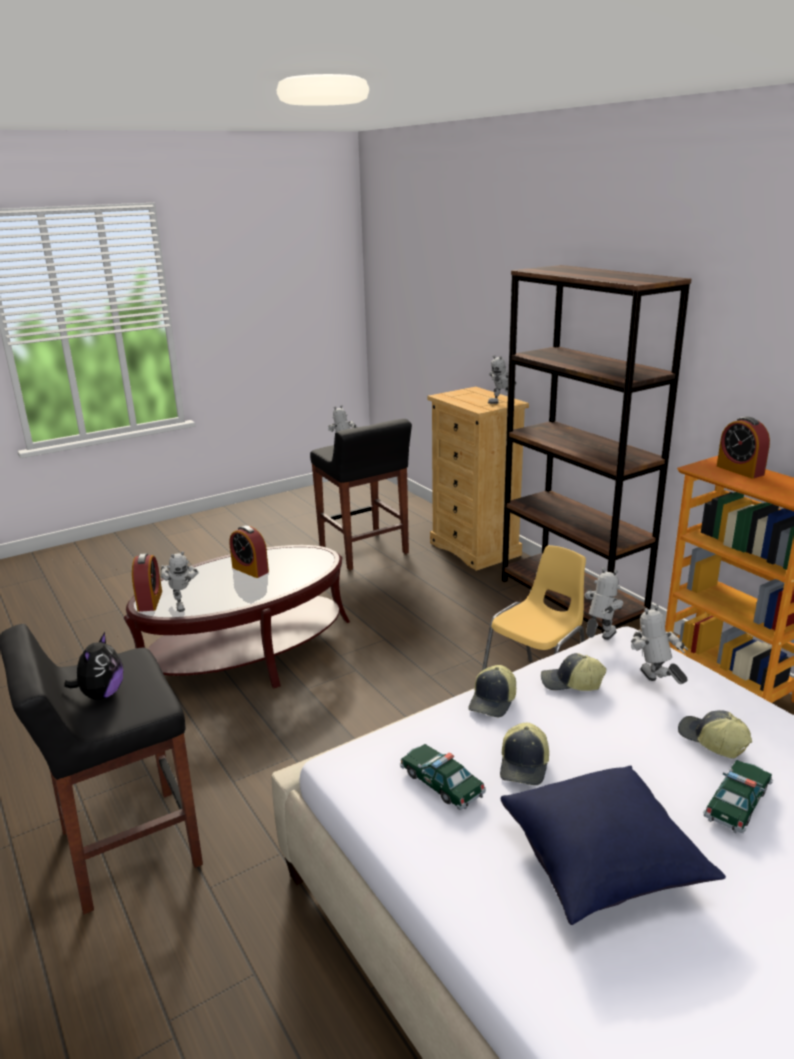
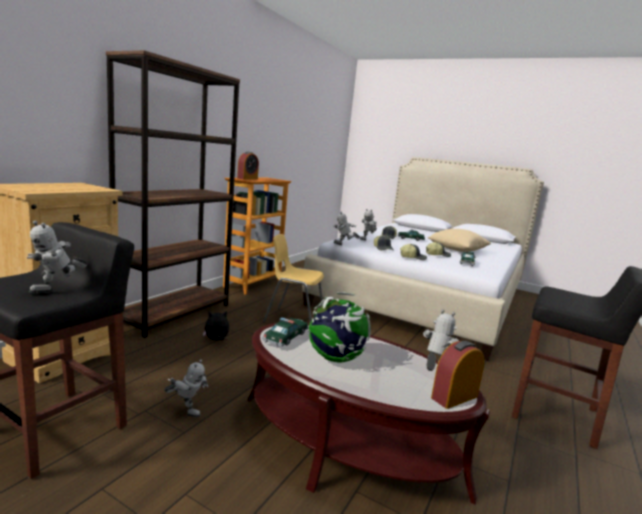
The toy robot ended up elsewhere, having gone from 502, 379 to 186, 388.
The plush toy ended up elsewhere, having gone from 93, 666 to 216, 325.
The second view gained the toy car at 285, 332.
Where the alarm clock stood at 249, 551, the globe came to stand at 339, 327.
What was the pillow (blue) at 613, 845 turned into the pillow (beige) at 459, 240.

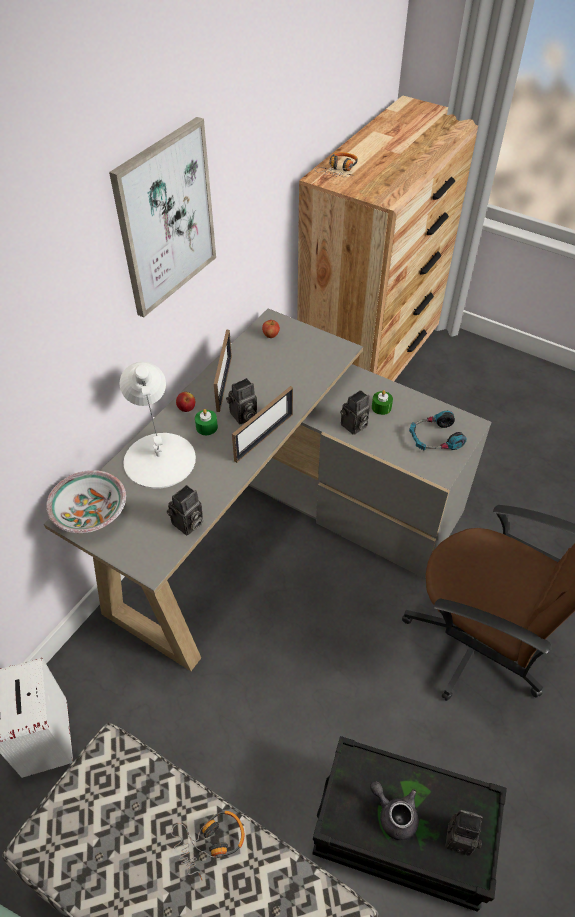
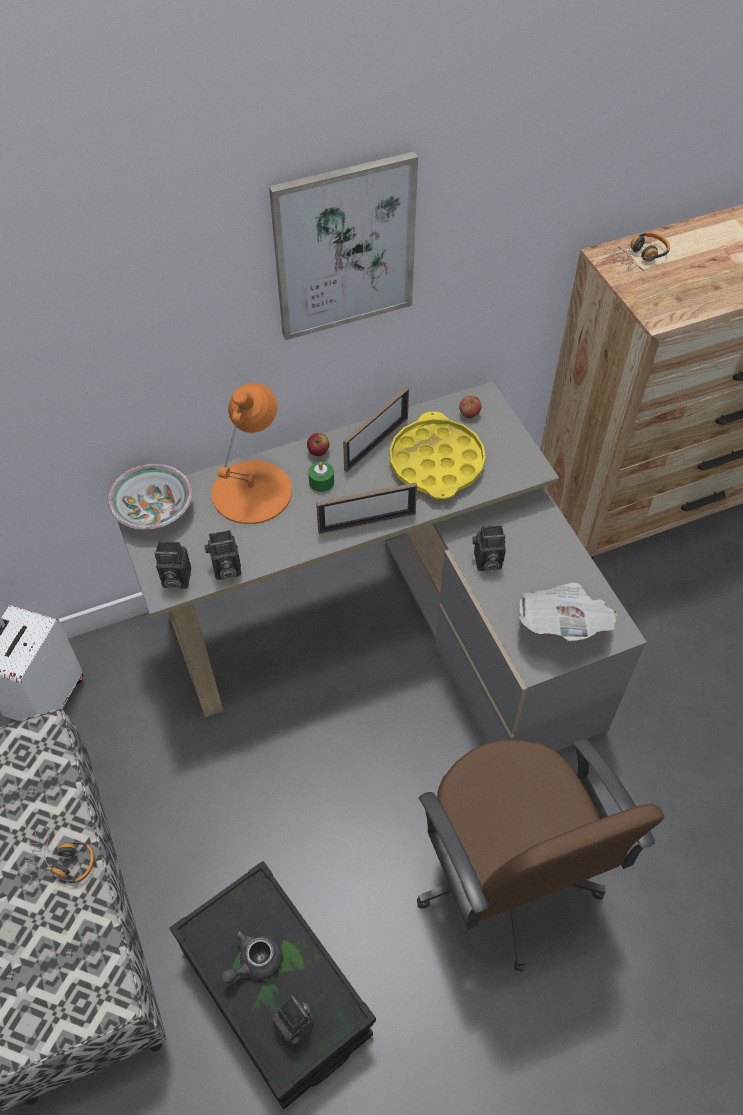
The photo camera ended up elsewhere, having gone from 241, 401 to 172, 565.
What was the table lamp (white) at 158, 425 turned into the table lamp (orange) at 251, 453.
The teapot (grey) at 394, 810 ended up facing another way, 120 degrees counterclockwise from before.
The second view gained the tray (yellow) at 437, 455.
Where the headphones stood at 438, 430, the newspaper came to stand at 568, 611.
The second view lost the candle (green) at 382, 402.

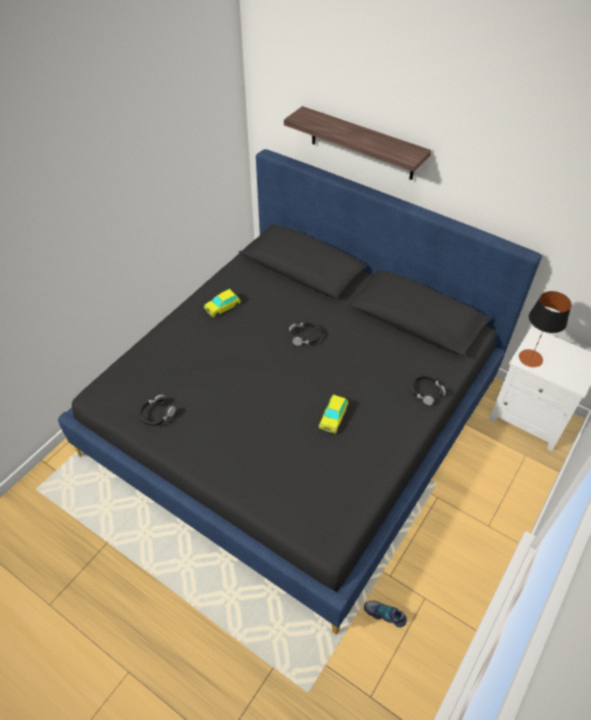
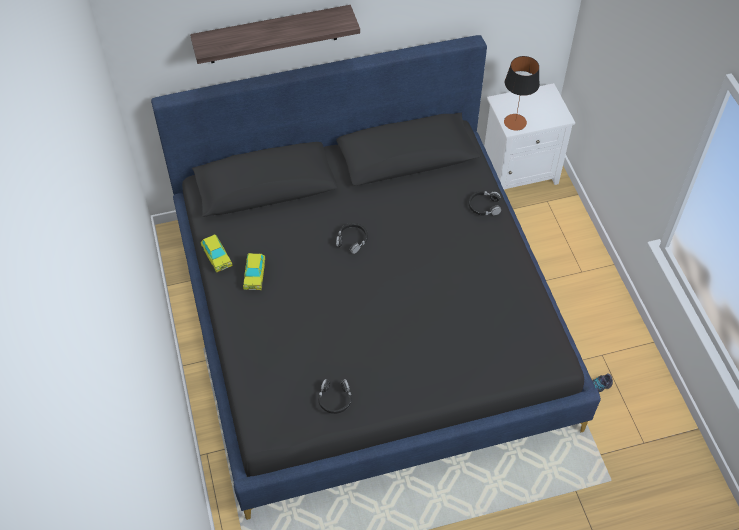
The toy car ended up elsewhere, having gone from 333, 414 to 217, 253.

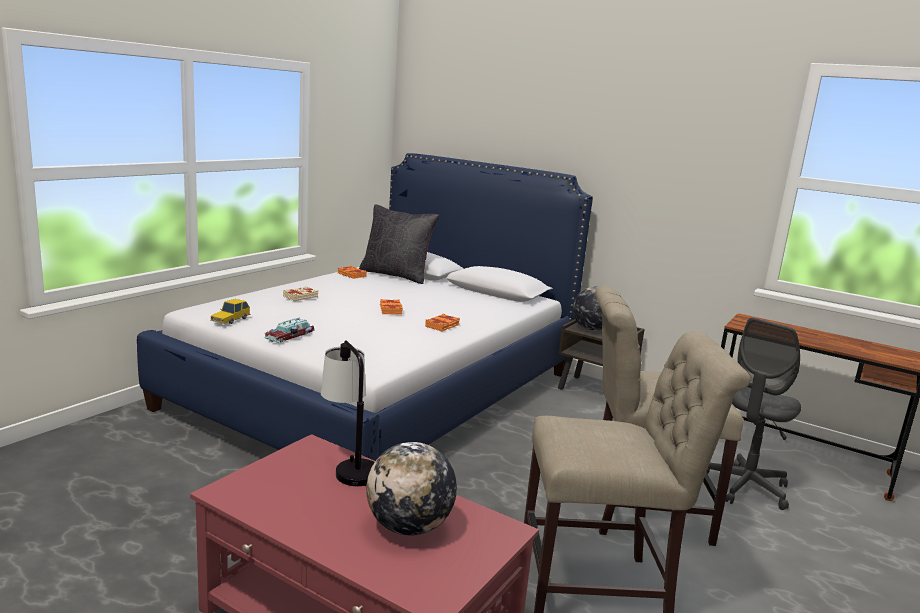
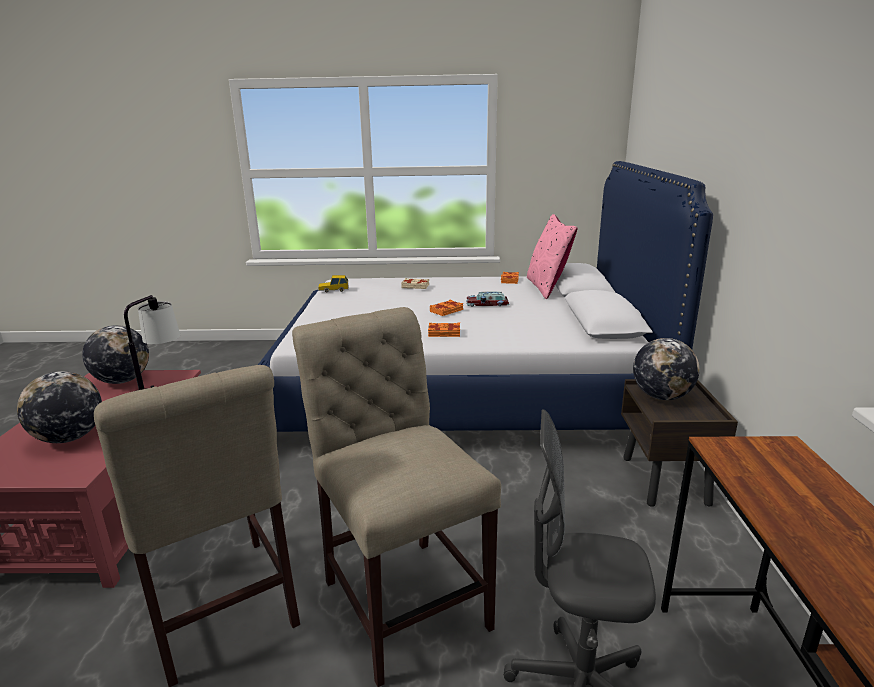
The second view gained the globe at 115, 354.
The toy car ended up elsewhere, having gone from 289, 330 to 488, 299.
What was the pillow (black) at 399, 244 turned into the pillow (pink) at 552, 256.

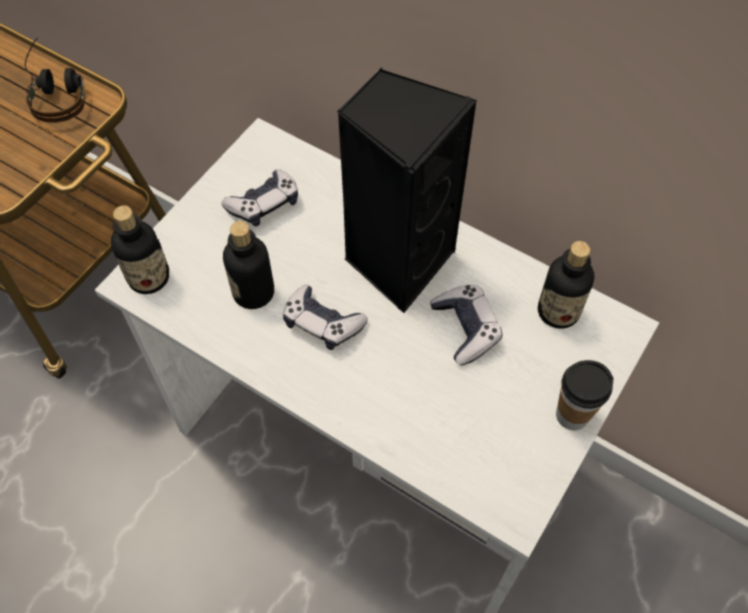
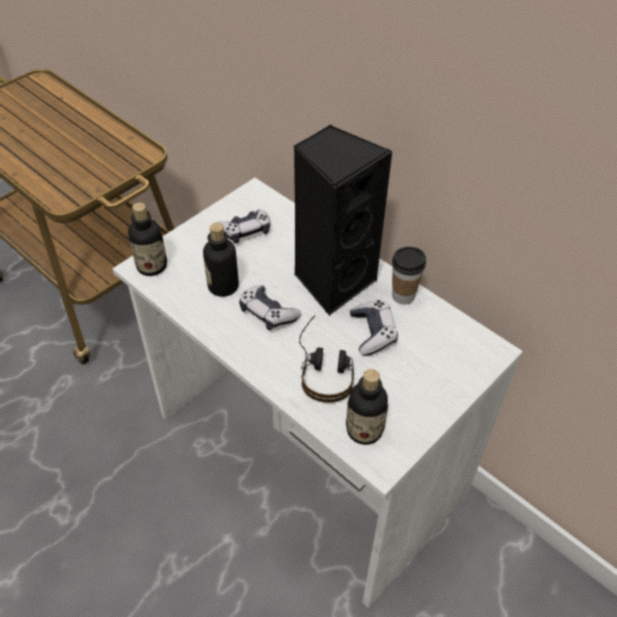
The headphones ended up elsewhere, having gone from 55, 80 to 326, 359.
The bottle ended up elsewhere, having gone from 566, 285 to 367, 407.
The cup ended up elsewhere, having gone from 585, 395 to 409, 276.

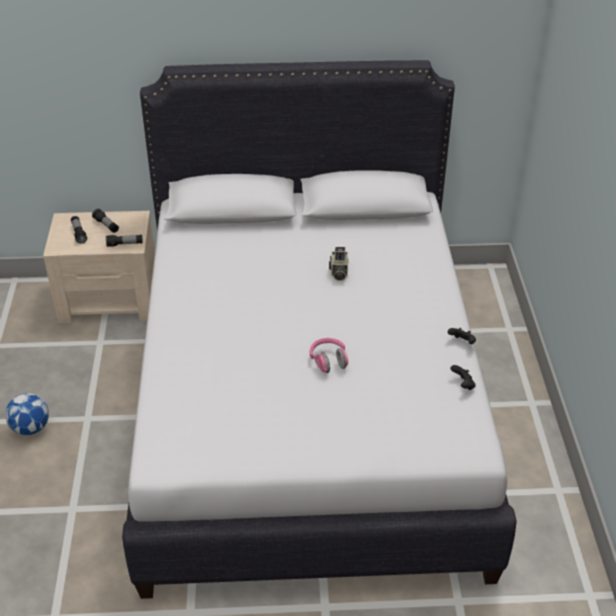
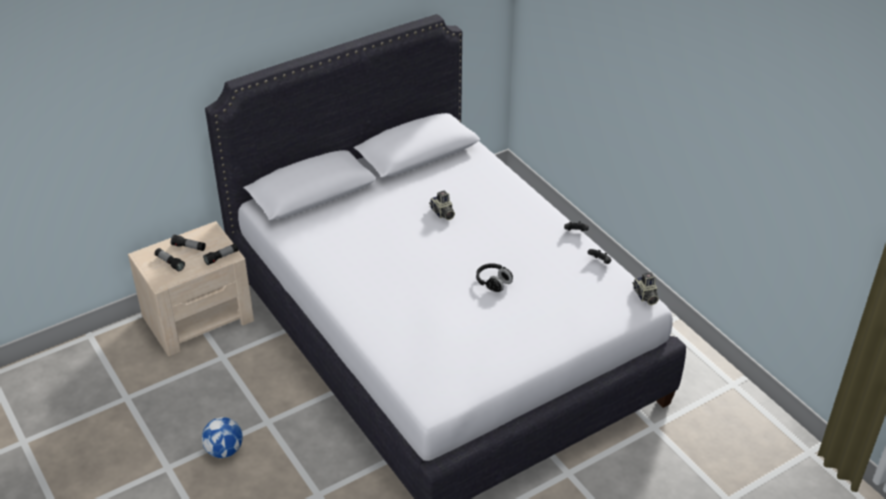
What was the headphones (pink) at 329, 355 turned into the headphones (black) at 494, 277.
The second view gained the photo camera at 646, 288.

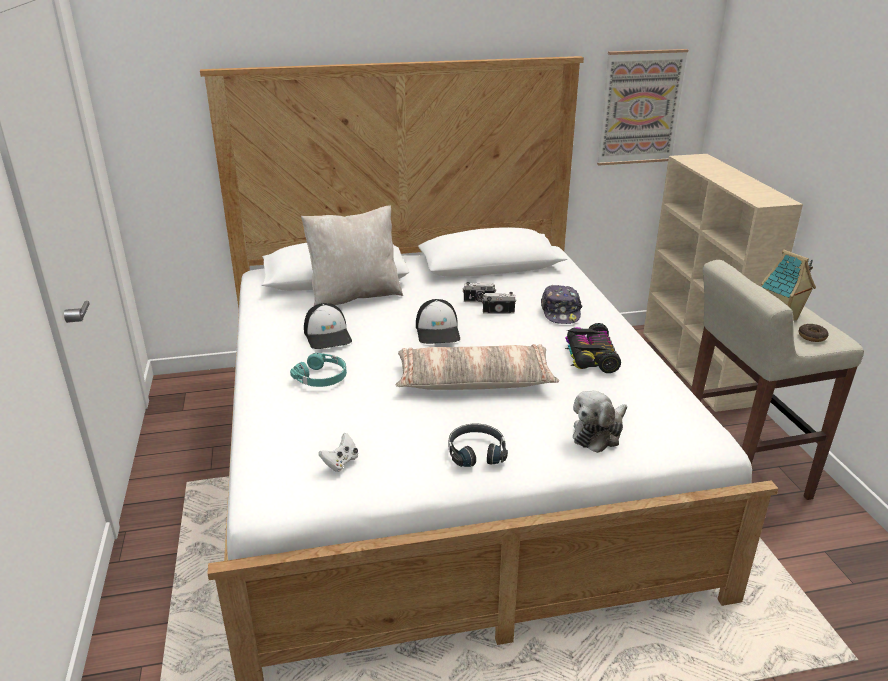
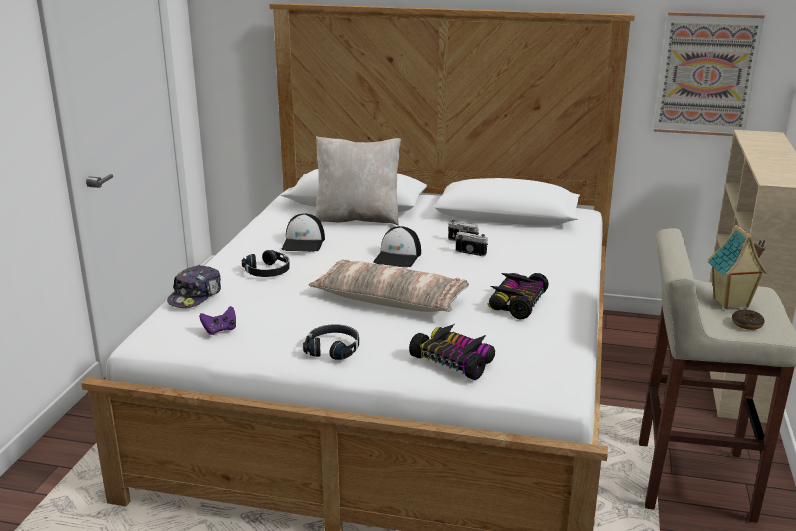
The cap ended up elsewhere, having gone from 561, 304 to 194, 286.
What was the game controller (white) at 338, 452 turned into the game controller (purple) at 217, 320.
What was the headphones (turquoise) at 318, 370 turned into the headphones (black) at 266, 263.
Where the plush toy stood at 600, 422, the toy car came to stand at 452, 352.

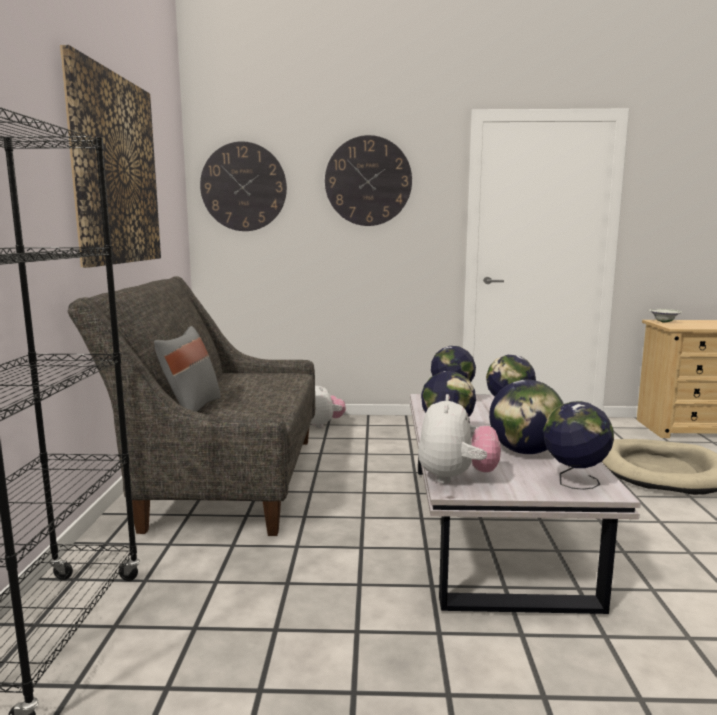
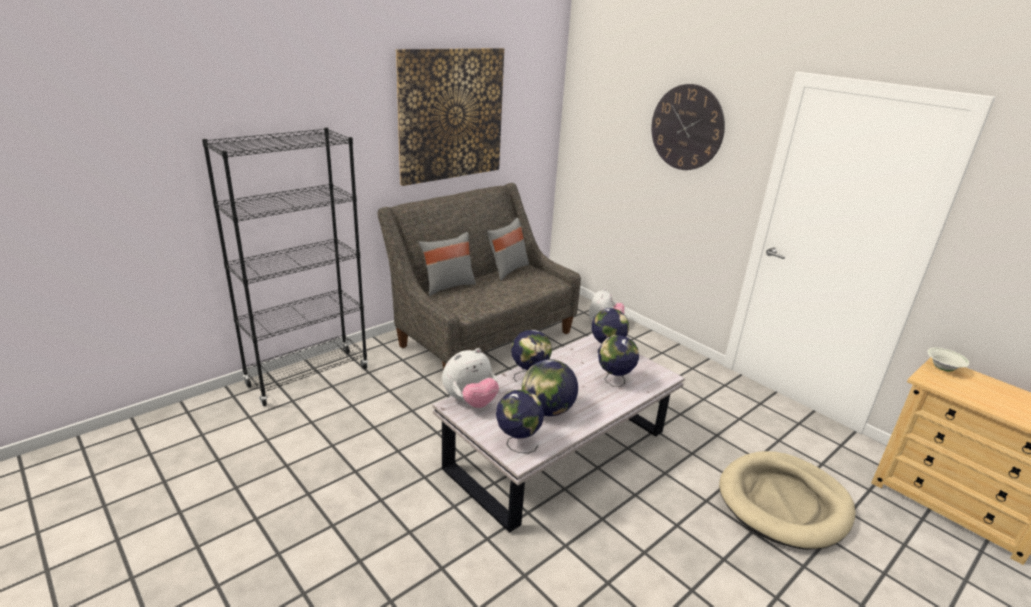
The second view gained the pillow (grey) at 508, 249.
The second view lost the wall clock at 243, 186.

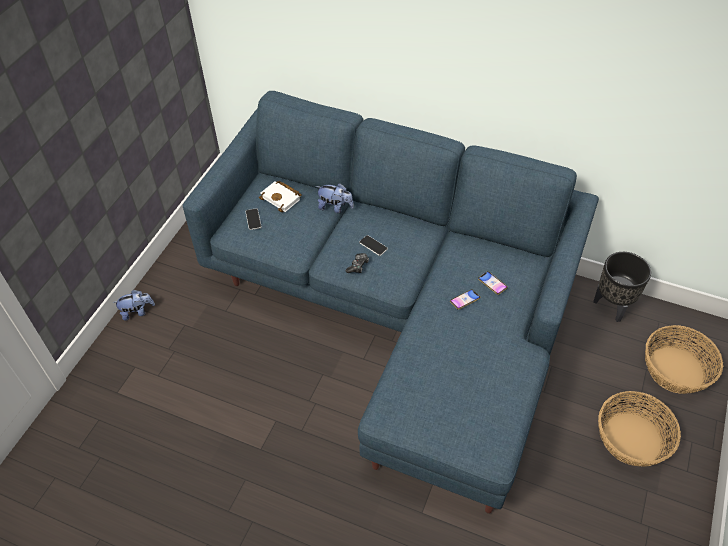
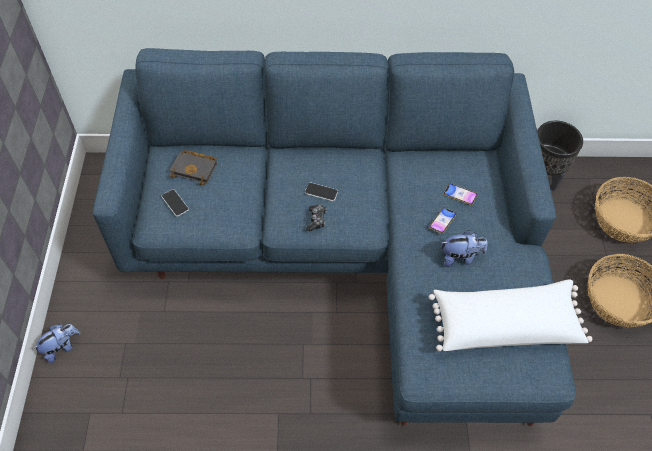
What was the book (white) at 280, 196 turned into the book (black) at 193, 167.
The second view gained the pillow (white) at 510, 315.
The plush toy ended up elsewhere, having gone from 335, 198 to 464, 248.

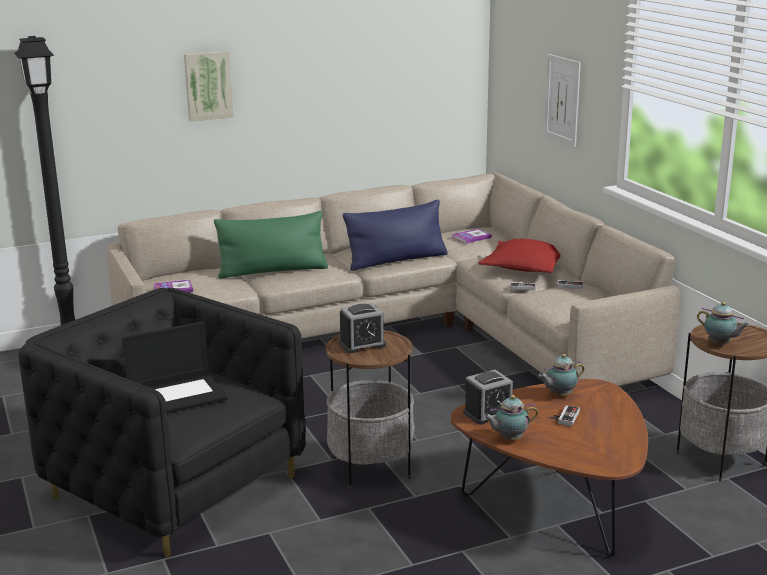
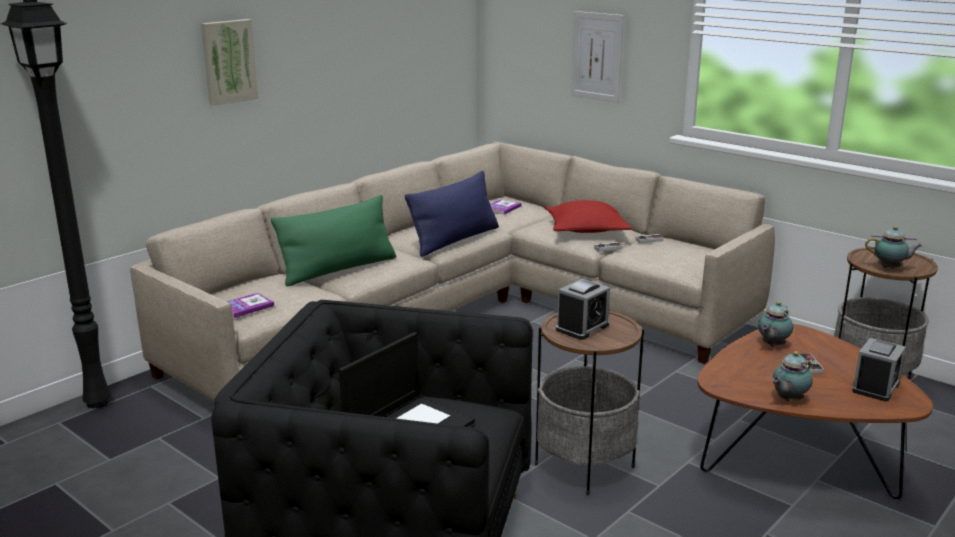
The alarm clock ended up elsewhere, having gone from 488, 397 to 879, 370.

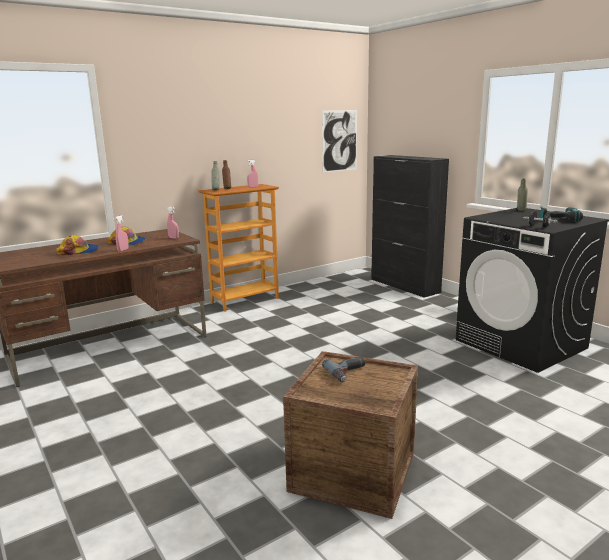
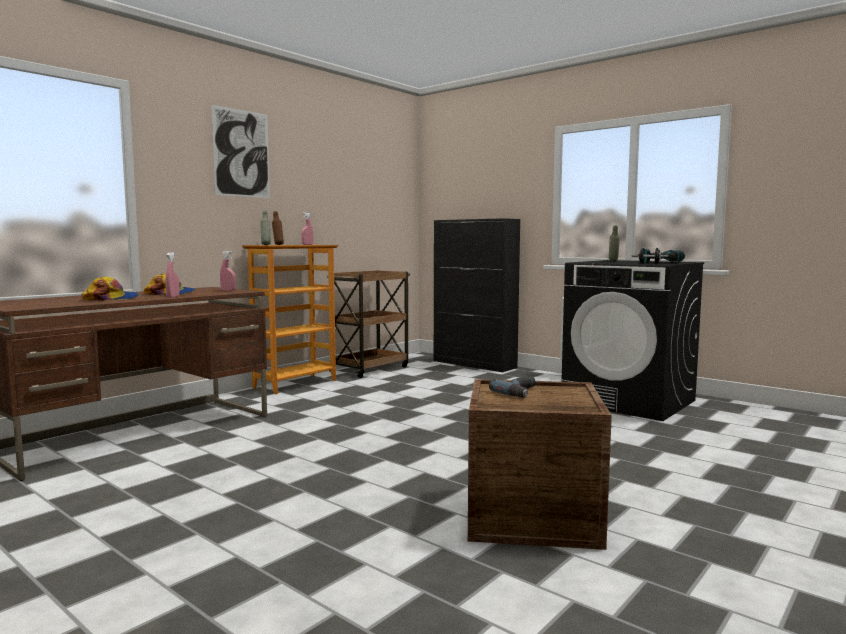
The picture ended up elsewhere, having gone from 339, 141 to 240, 151.
The second view gained the cart (brown) at 368, 324.

